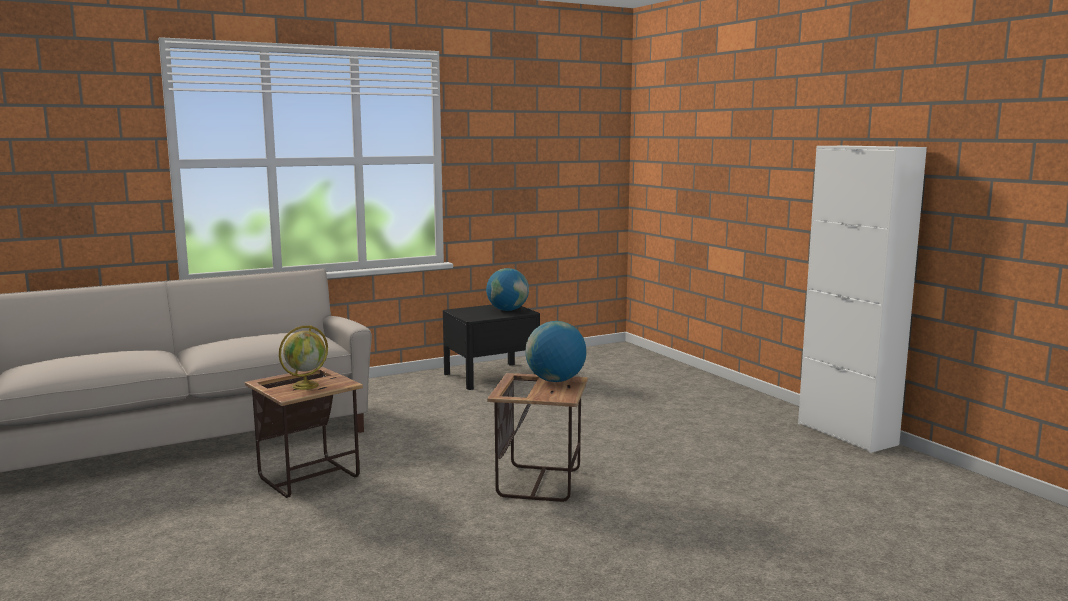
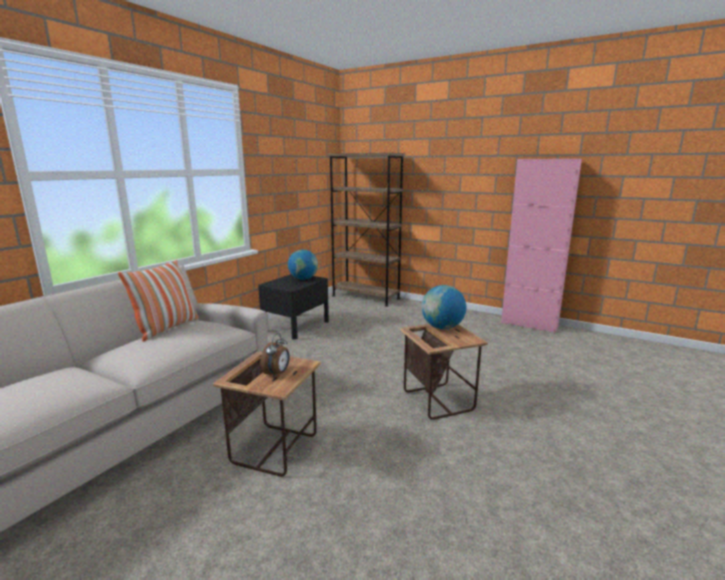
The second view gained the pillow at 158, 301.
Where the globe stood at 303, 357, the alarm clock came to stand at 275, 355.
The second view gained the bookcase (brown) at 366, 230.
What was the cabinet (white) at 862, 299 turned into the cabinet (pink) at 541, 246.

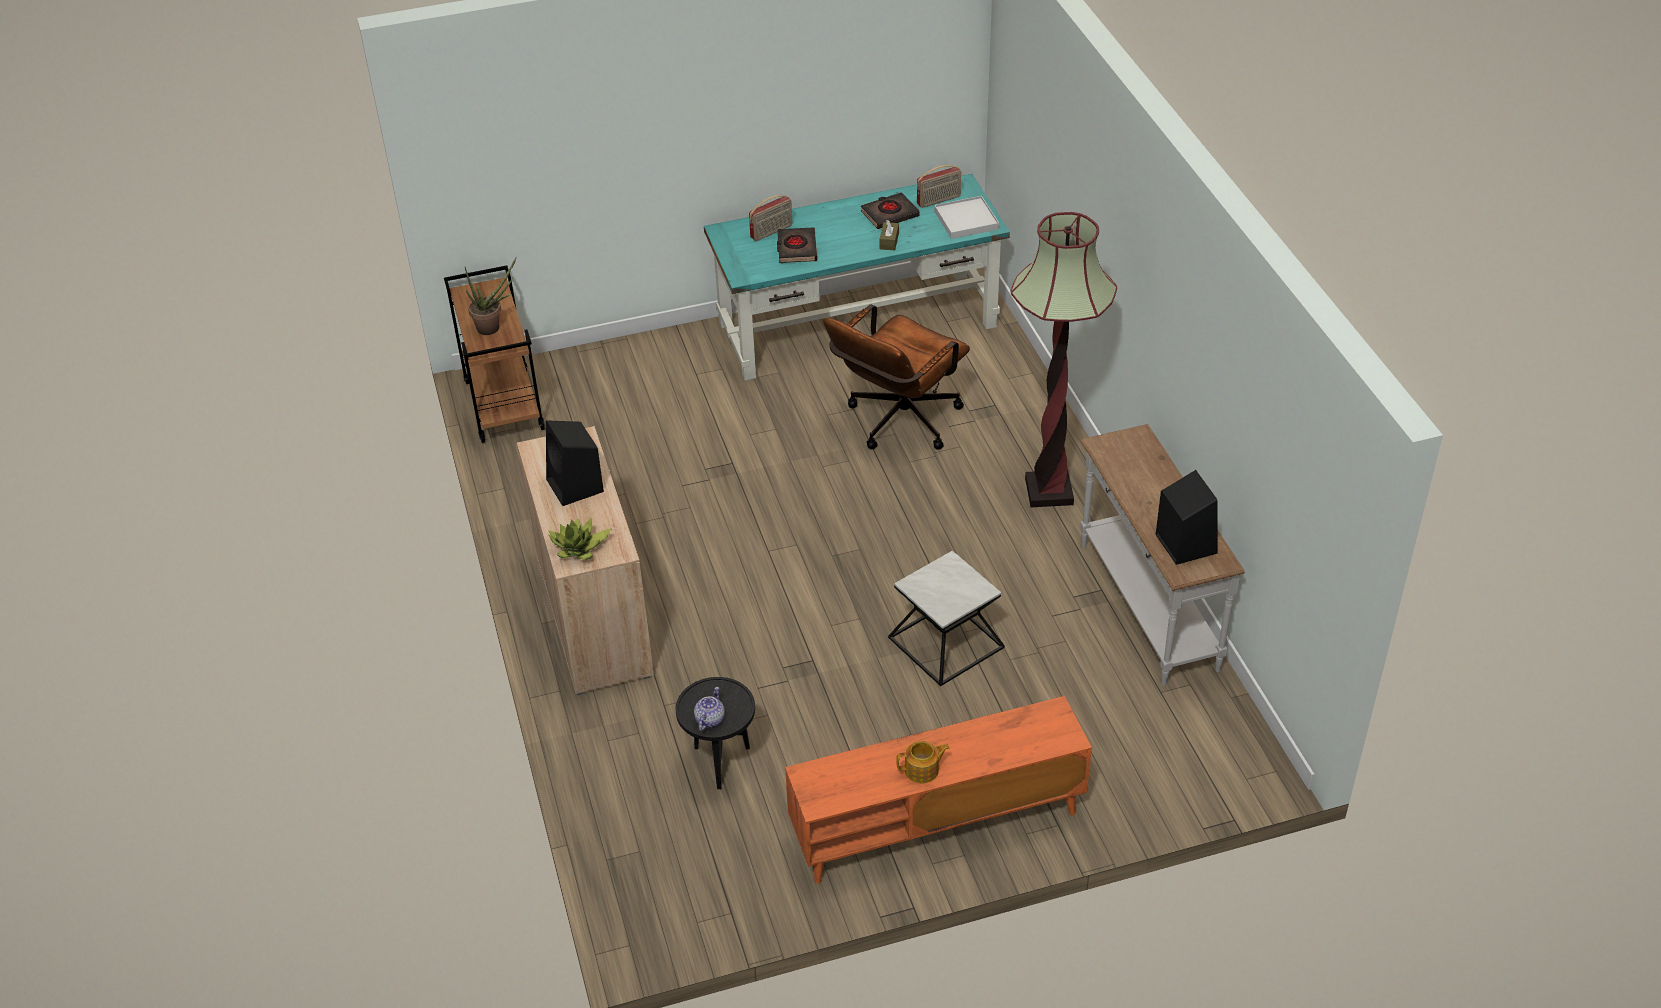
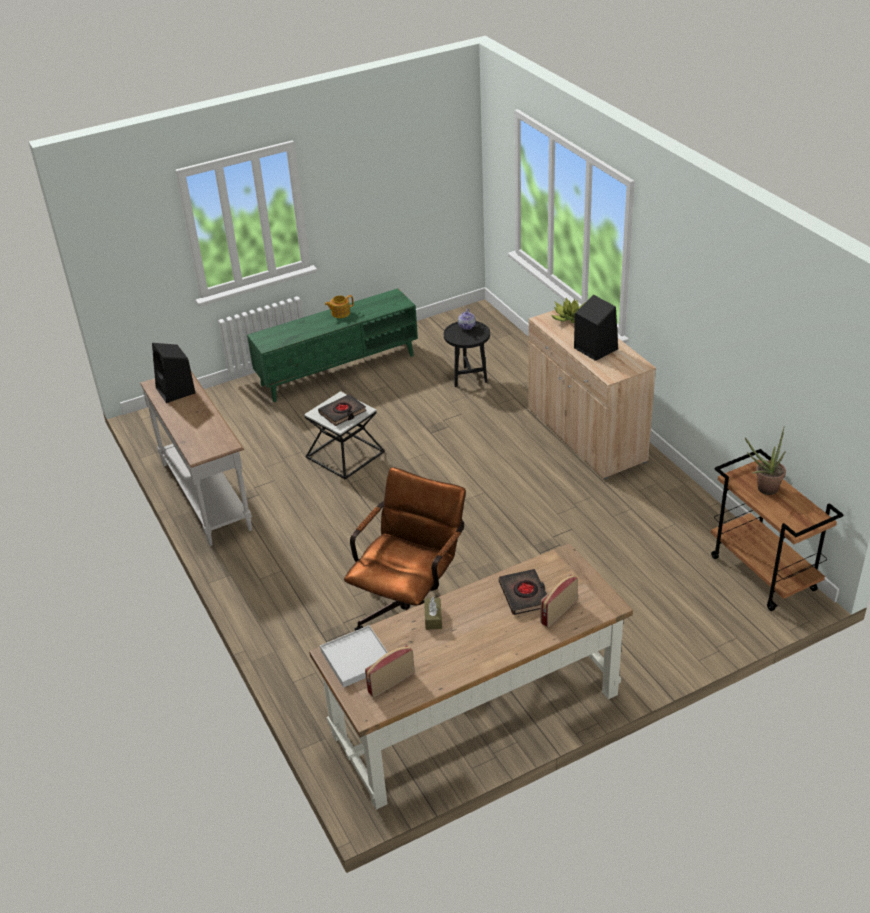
What was the tv stand (orange) at 938, 790 turned into the tv stand (green) at 332, 345.
What was the desk (turquoise) at 857, 277 turned into the desk (brown) at 471, 676.
The book (black) ended up elsewhere, having gone from 890, 210 to 342, 410.
The second view lost the floor lamp at 1064, 359.

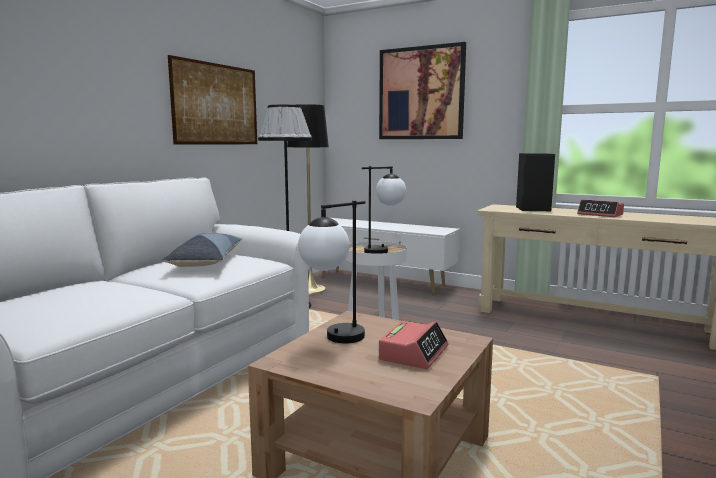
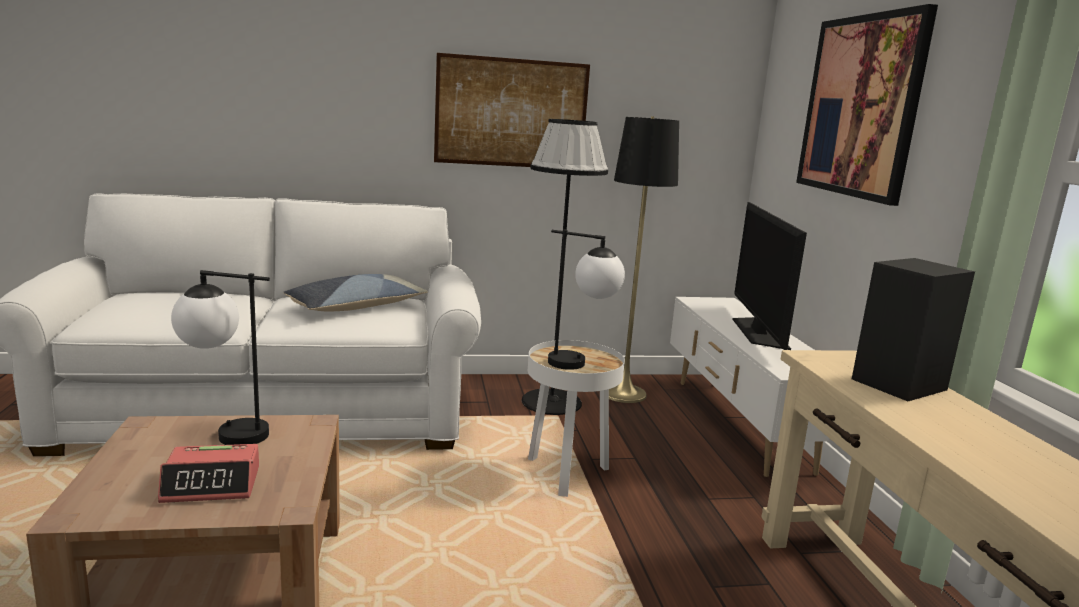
The second view gained the television at 769, 276.
The second view lost the alarm clock at 600, 208.

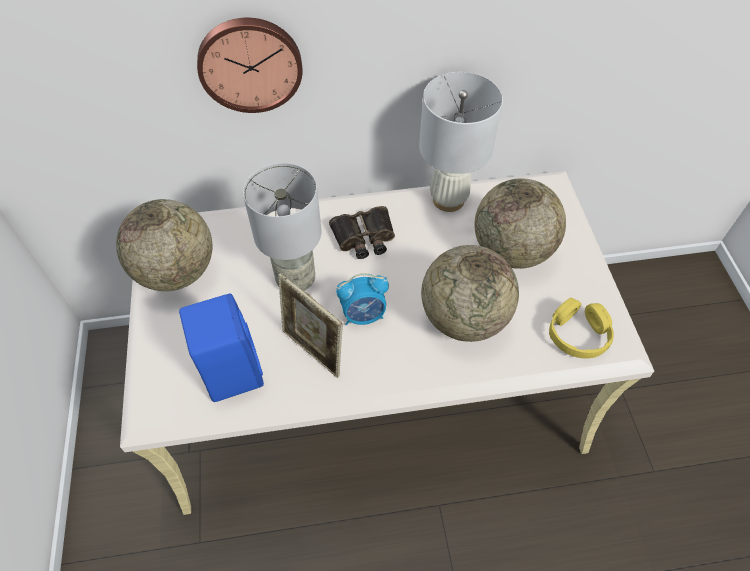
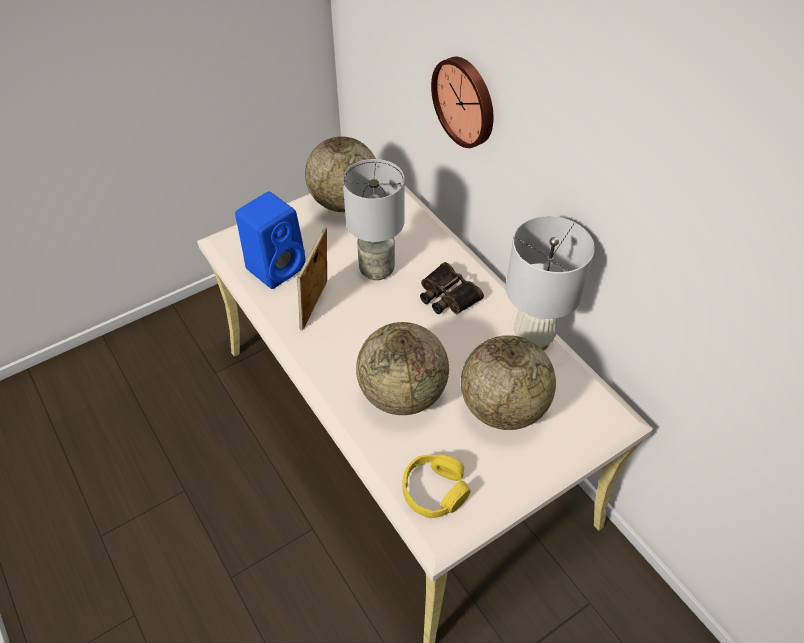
The second view lost the alarm clock at 362, 299.

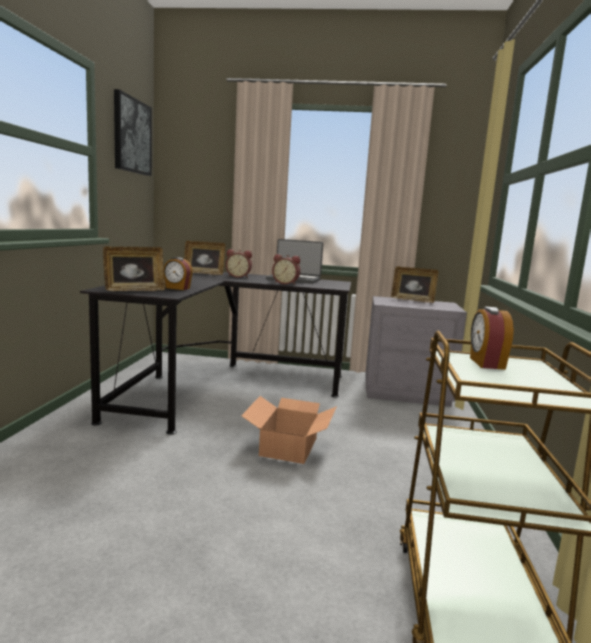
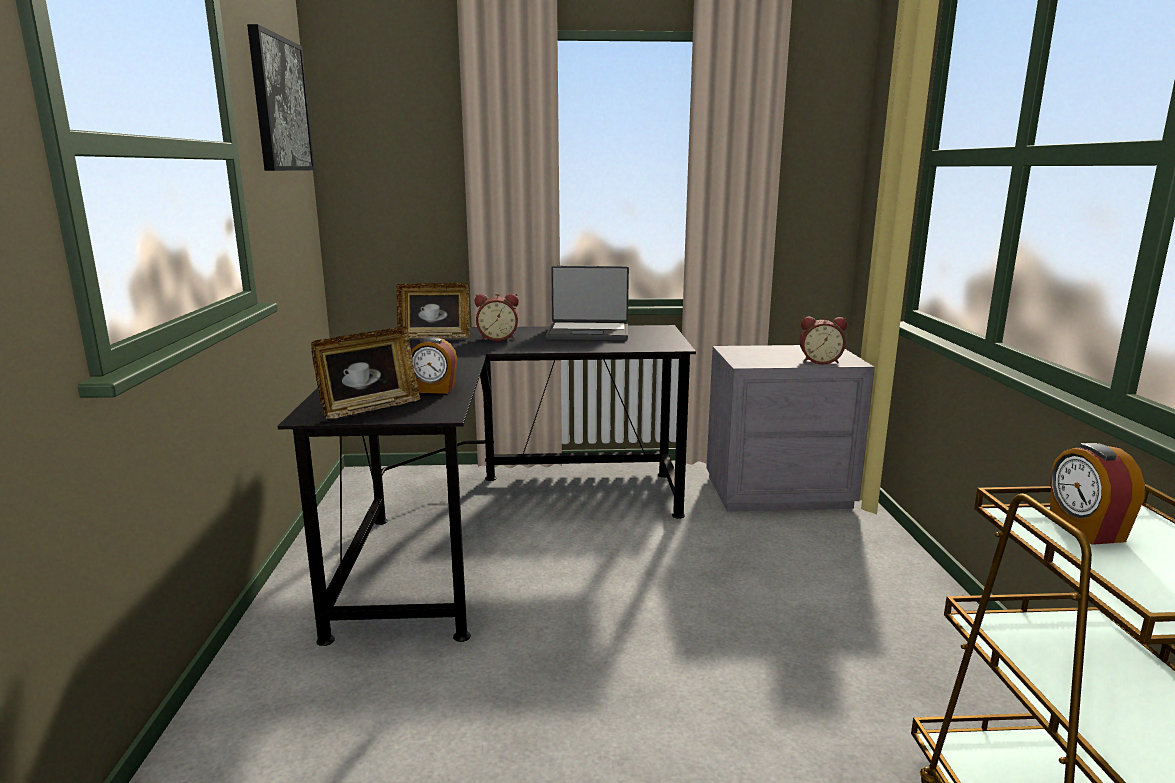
The alarm clock ended up elsewhere, having gone from 286, 269 to 823, 340.
The second view lost the cardboard box at 289, 430.
The second view lost the picture frame at 414, 285.

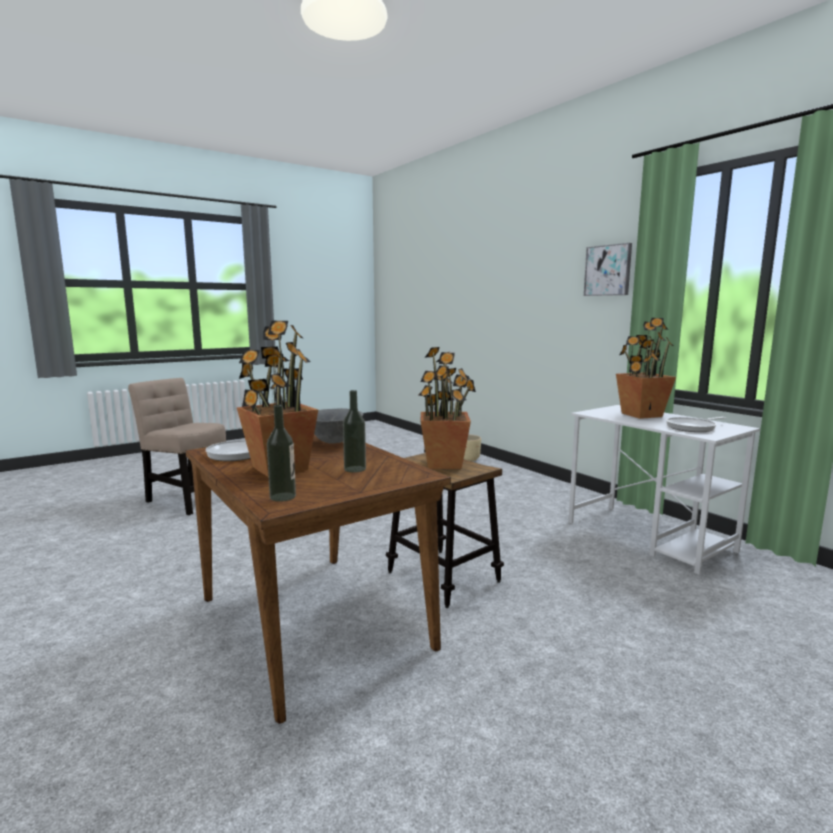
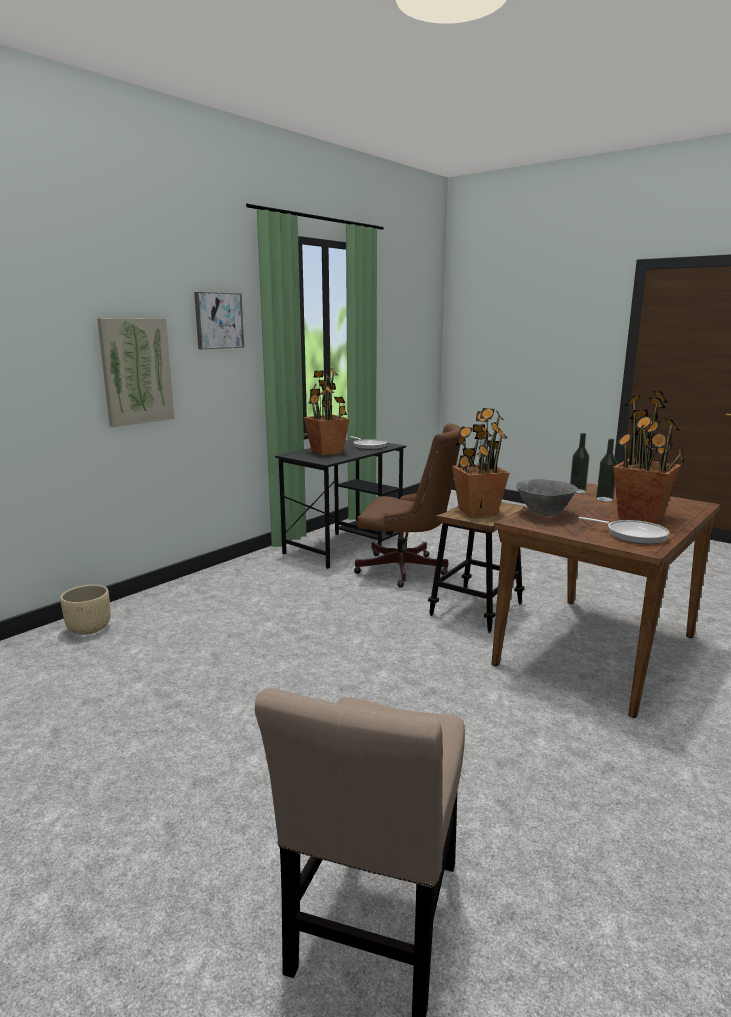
The second view gained the picture at 136, 372.
What was the desk (white) at 664, 490 turned into the desk (black) at 340, 504.
The second view gained the office chair (brown) at 407, 505.
The bottle ended up elsewhere, having gone from 281, 453 to 579, 463.

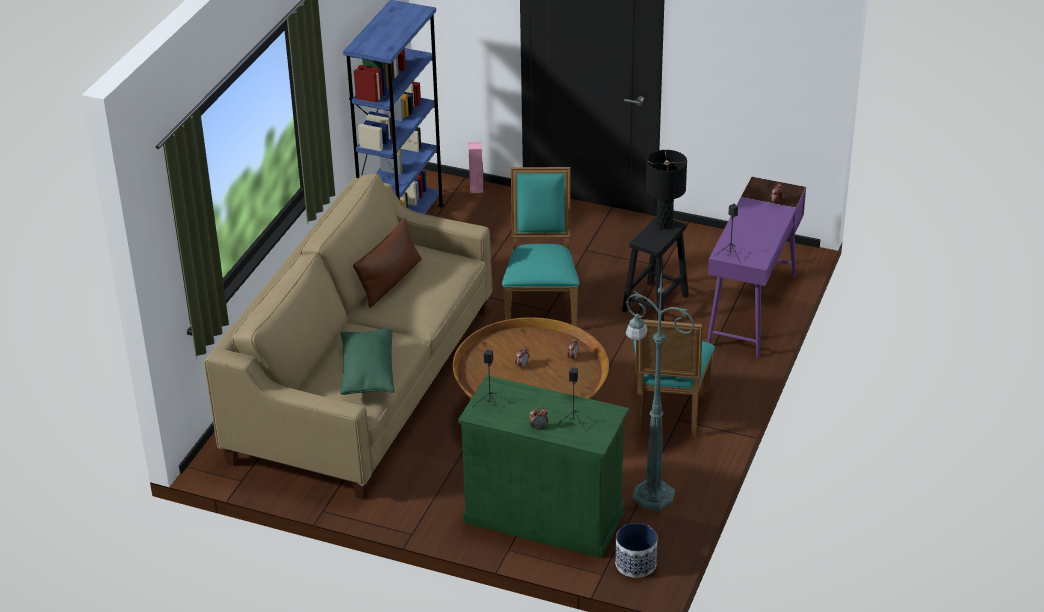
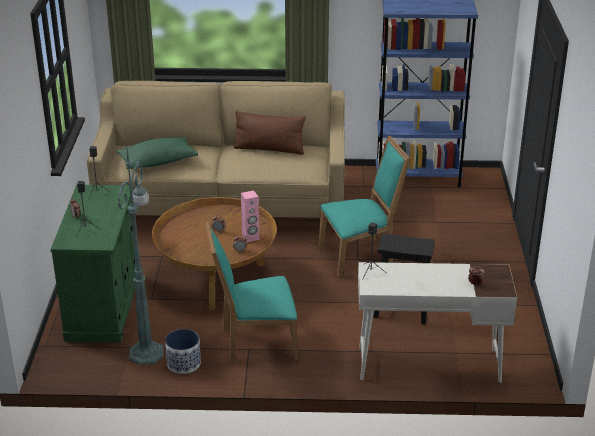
The planter ended up elsewhere, having gone from 636, 550 to 183, 351.
The speaker (pink) ended up elsewhere, having gone from 476, 167 to 250, 216.
What was the desk (purple) at 756, 266 turned into the desk (white) at 437, 322.
The second view lost the table lamp (black) at 666, 189.

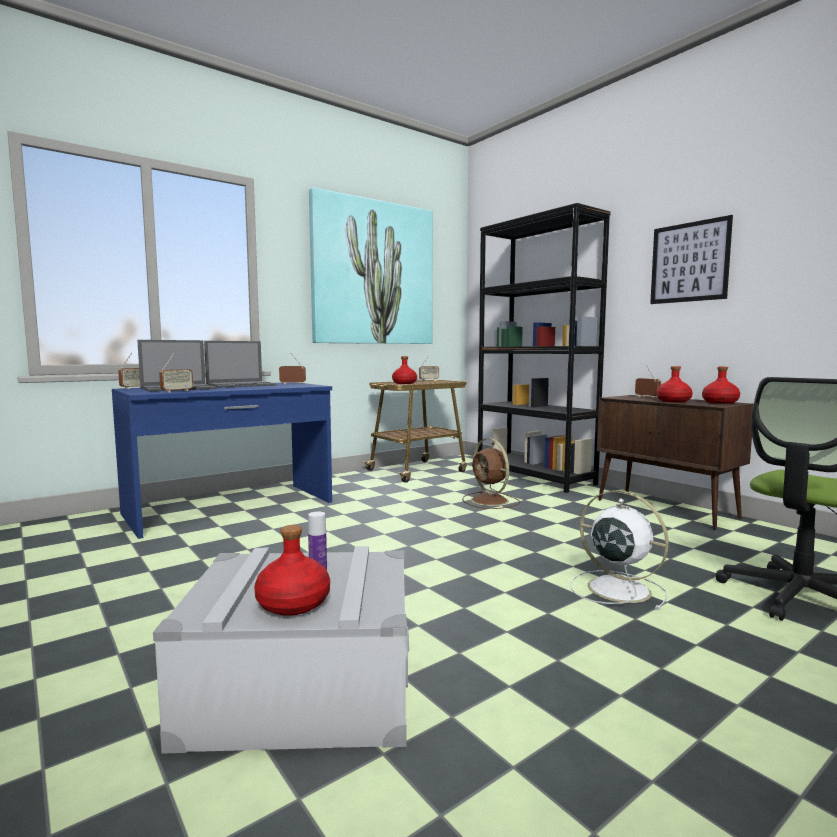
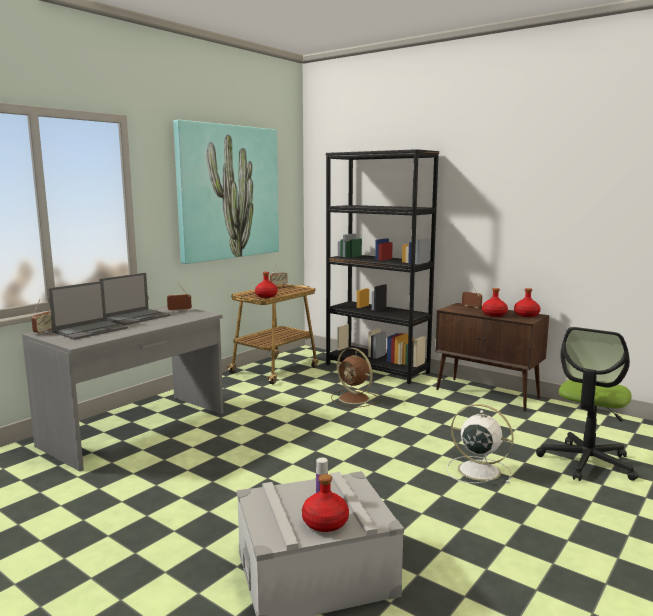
What was the desk (blue) at 222, 460 turned into the desk (grey) at 123, 388.
The second view lost the radio at 176, 372.
The second view lost the picture at 691, 259.

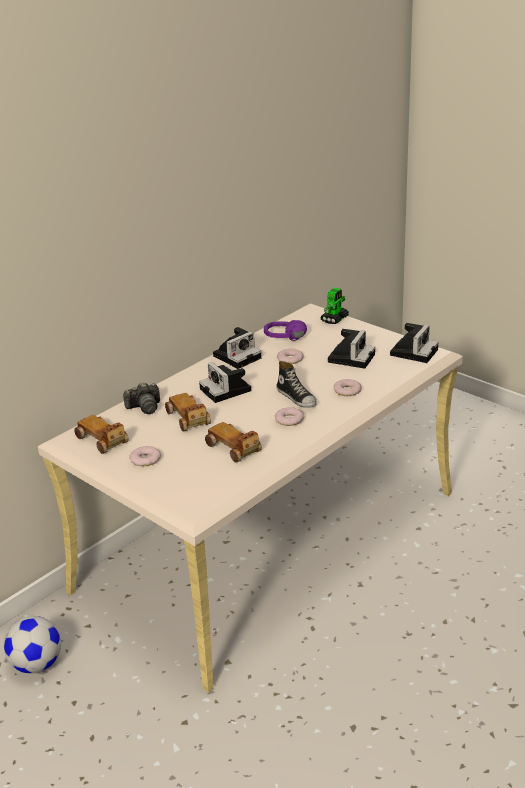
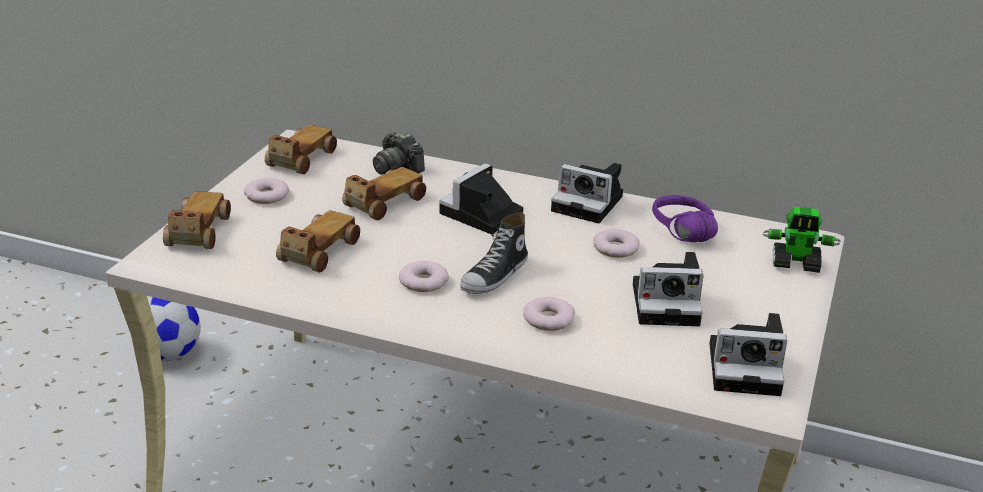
The second view gained the toy car at 197, 220.

